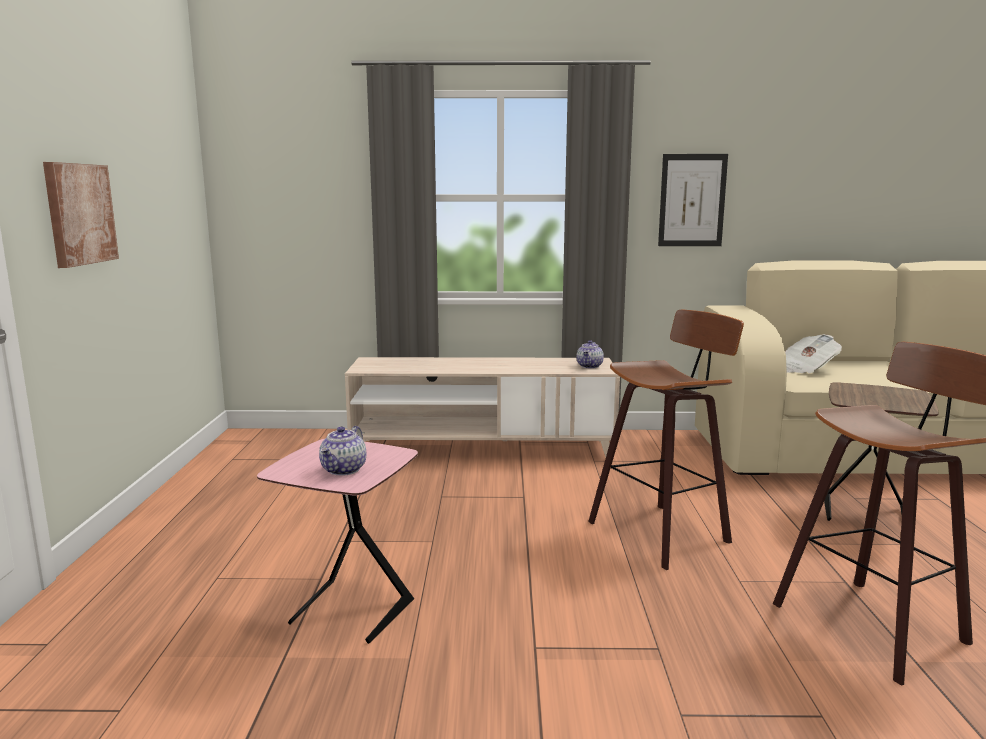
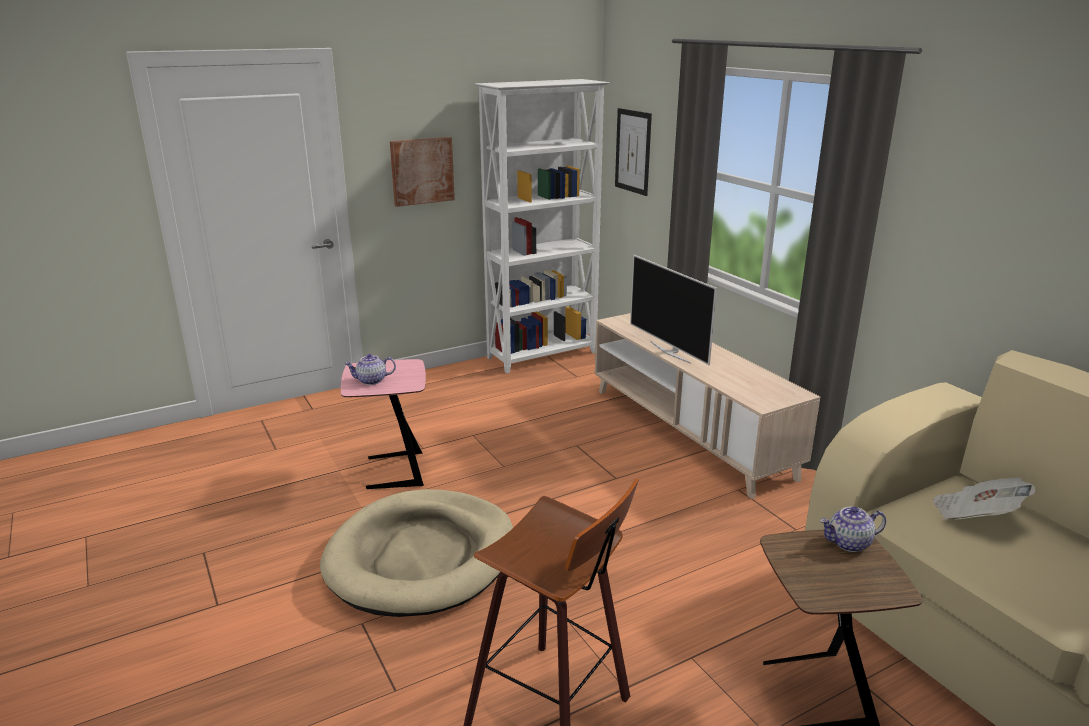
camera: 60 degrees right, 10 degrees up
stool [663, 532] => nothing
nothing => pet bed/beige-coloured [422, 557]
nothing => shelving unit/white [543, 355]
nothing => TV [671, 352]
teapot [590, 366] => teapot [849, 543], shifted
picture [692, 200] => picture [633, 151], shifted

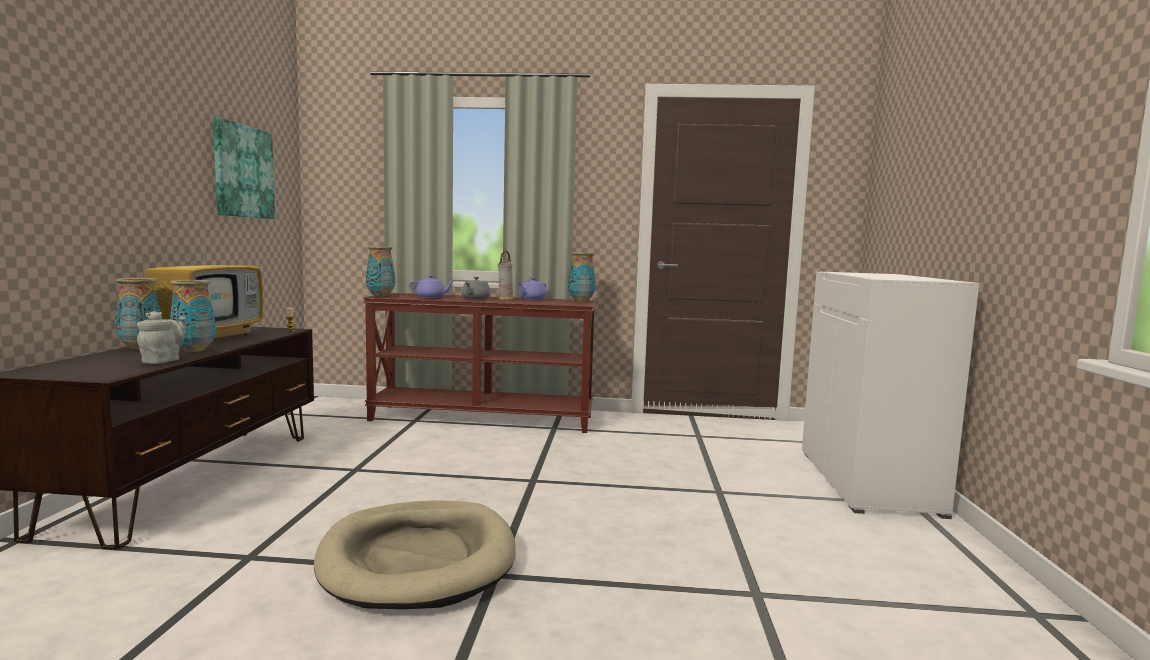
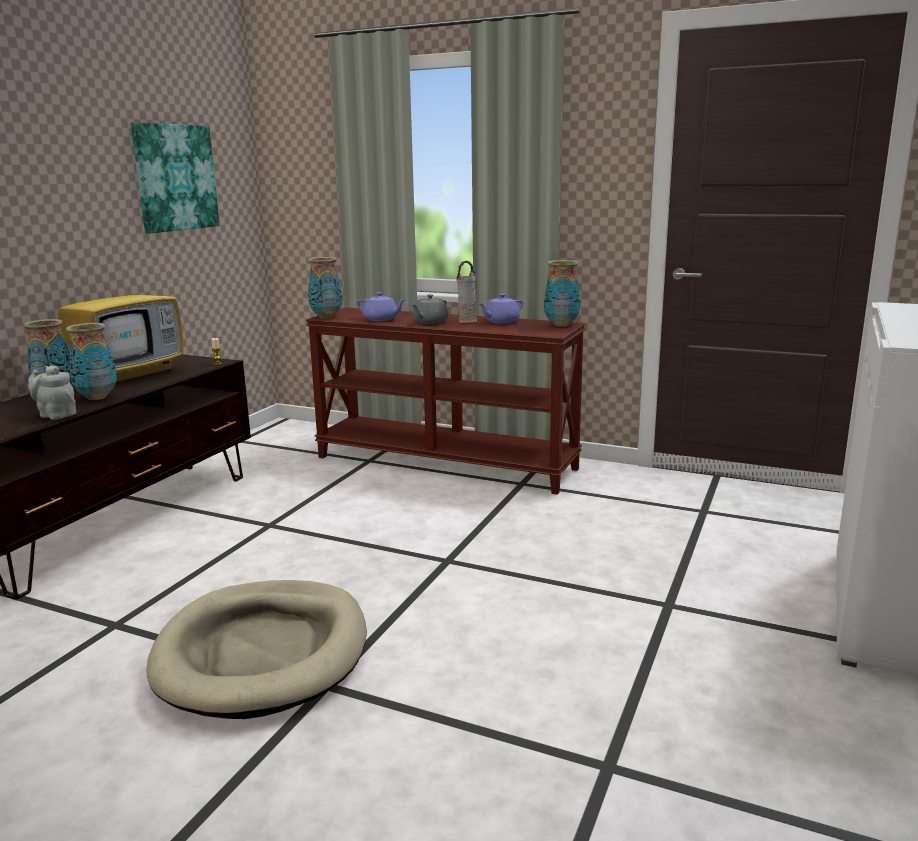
camera: 20 degrees right, 10 degrees up
teapot/greyish [163, 361] => teapot/greyish [56, 414], 90 degrees counterclockwise

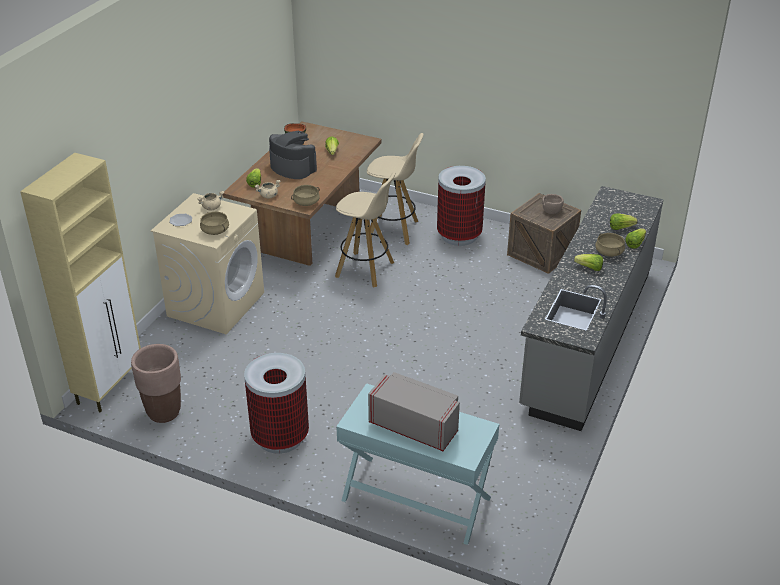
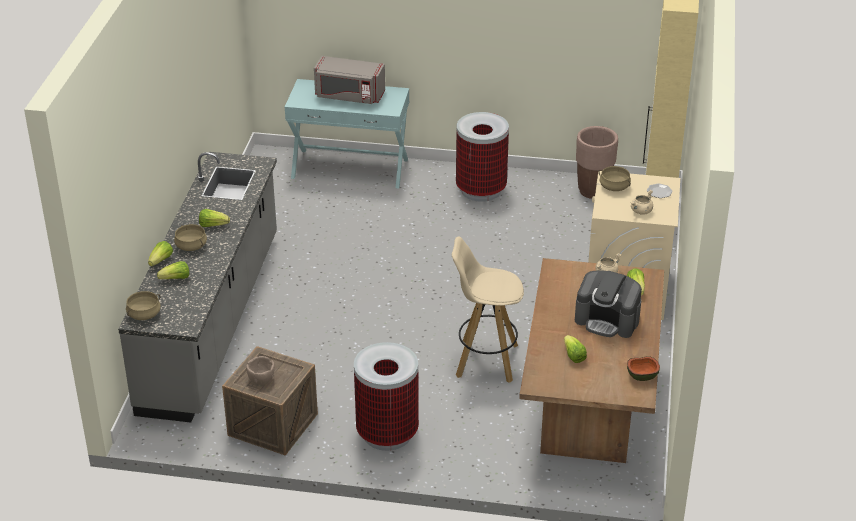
camera: 165 degrees right, 0 degrees up
stool/beige-coloured [394, 230] => nothing
stockpot/beige-coloured [306, 202] => stockpot/beige-coloured [144, 314], shifted

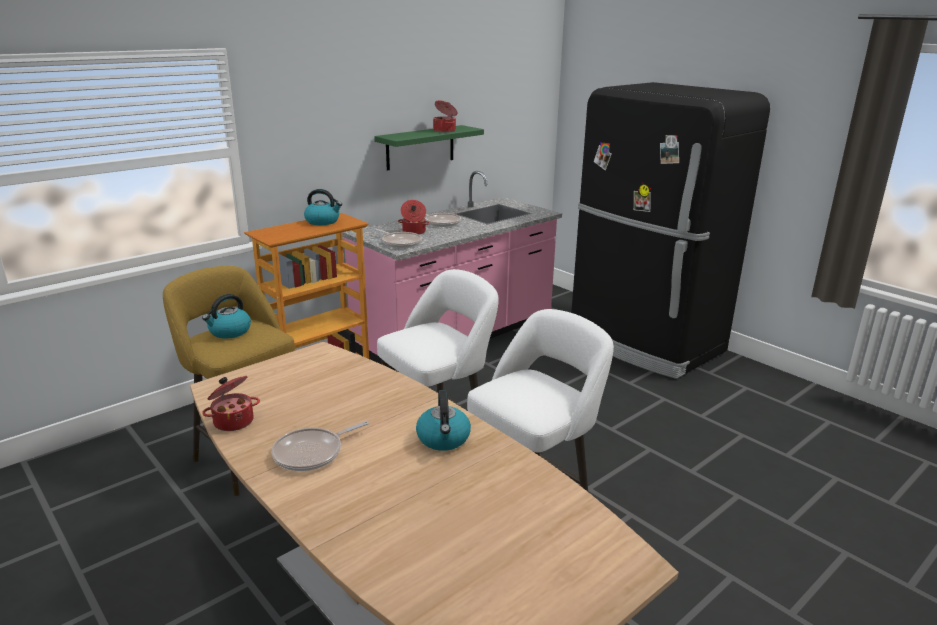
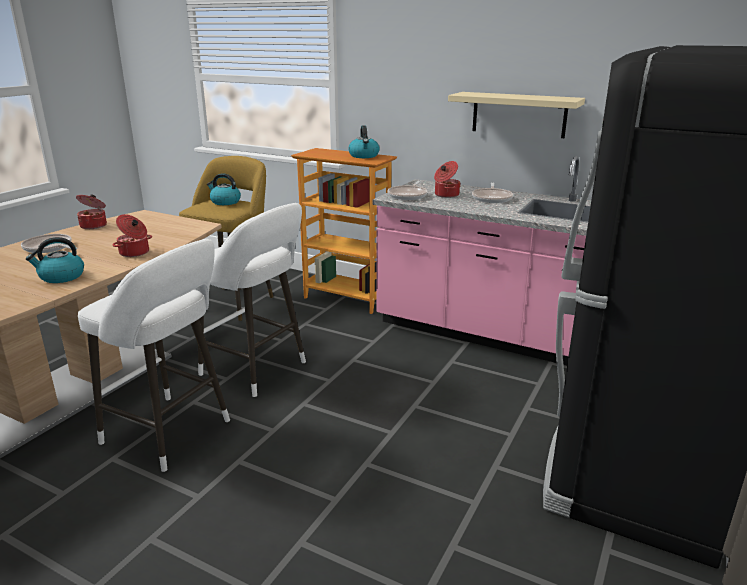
camera: 70 degrees right, 0 degrees up
stockpot [445, 131] => stockpot [135, 253], shifted
wall shelf/greenish [420, 147] => wall shelf/beige-coloured [519, 114]

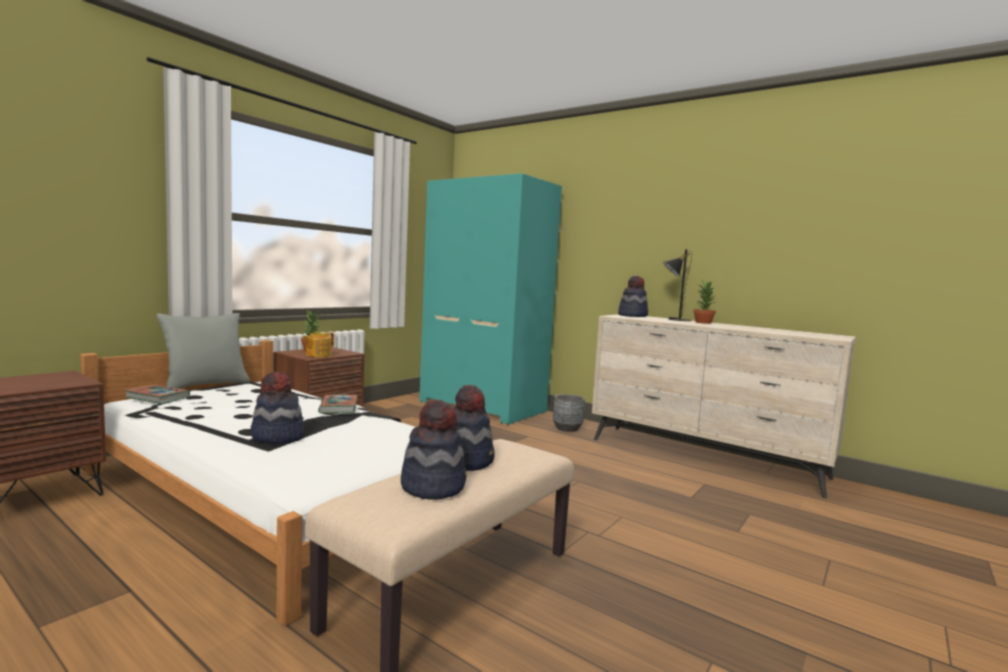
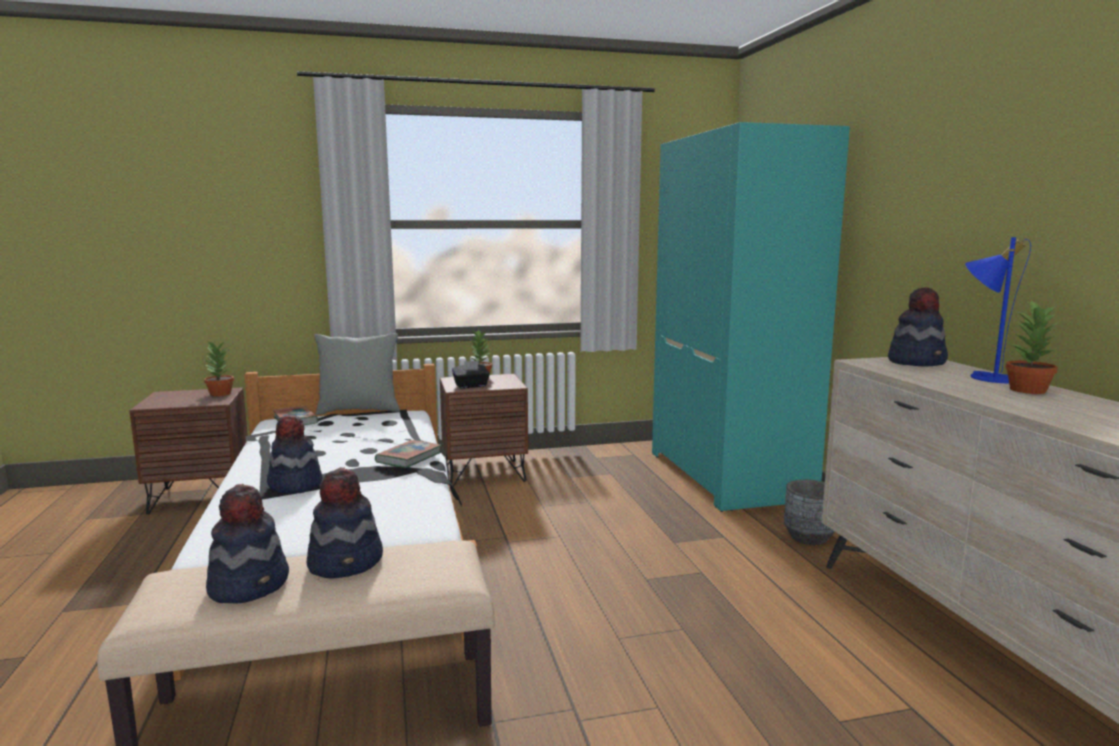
camera: 40 degrees right, 5 degrees up
nothing => plant in a pot [219, 394]
teapot [317, 355] => box of tissues/black-coloured [471, 386]
lamp for a table/black-coloured [674, 319] => lamp for a table/bluish [986, 376]

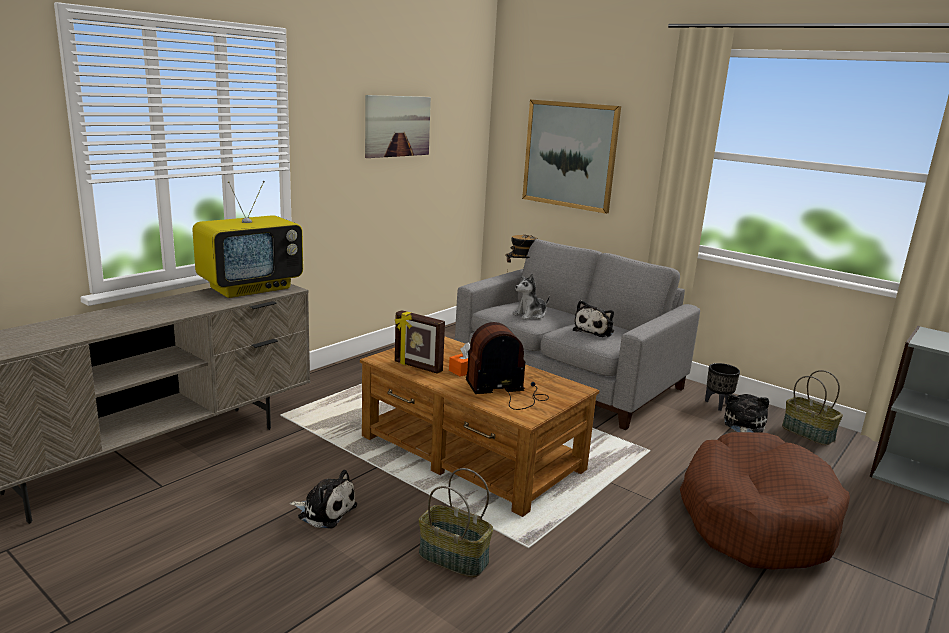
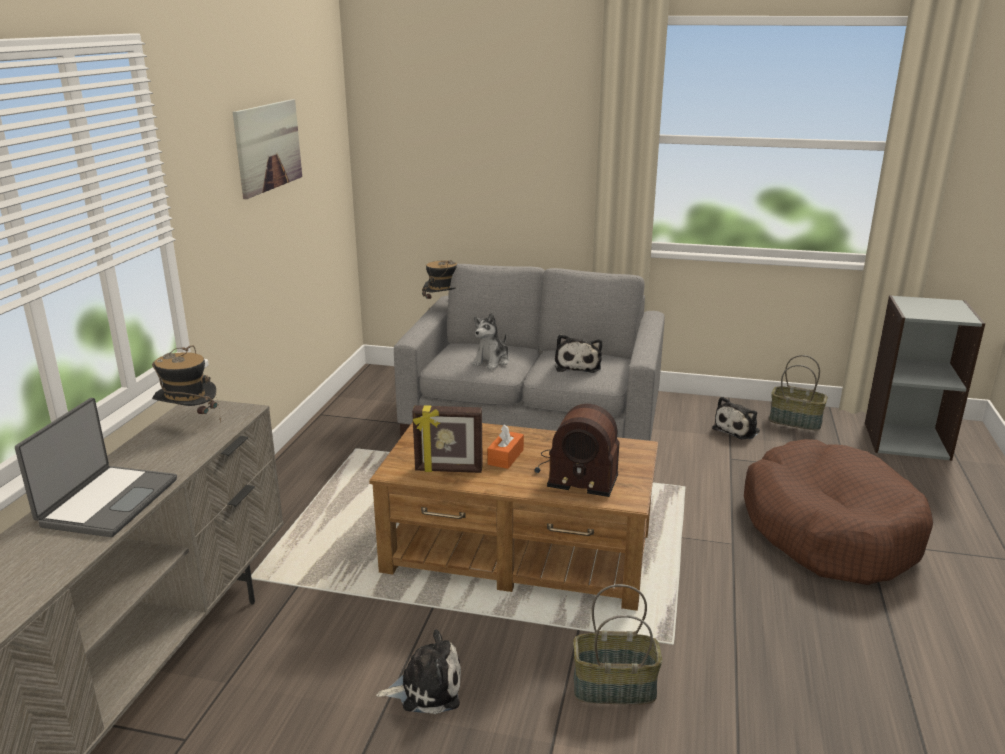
camera: 25 degrees left, 5 degrees up
picture [570, 155] => nothing
flower pot/black-coloured [718, 405] => nothing
nothing => laptop [107, 502]
TV [251, 288] => hat [189, 423]
radio set [507, 391] => radio set [575, 473], 120 degrees counterclockwise
plush toy [743, 425] => plush toy [738, 429], 135 degrees counterclockwise

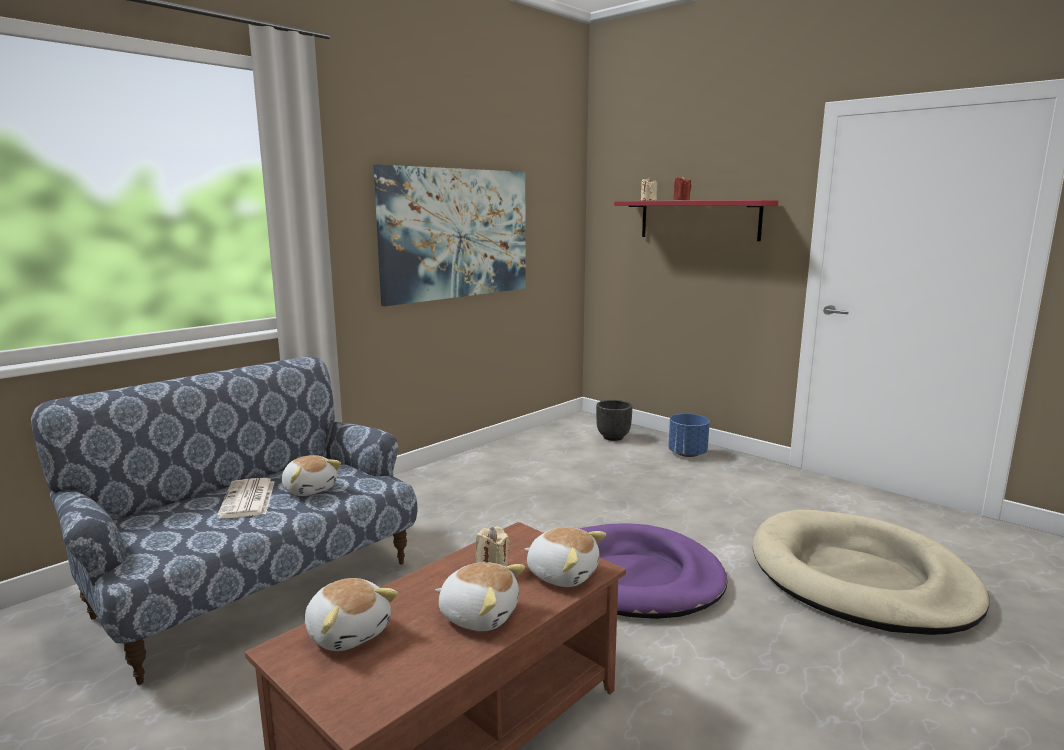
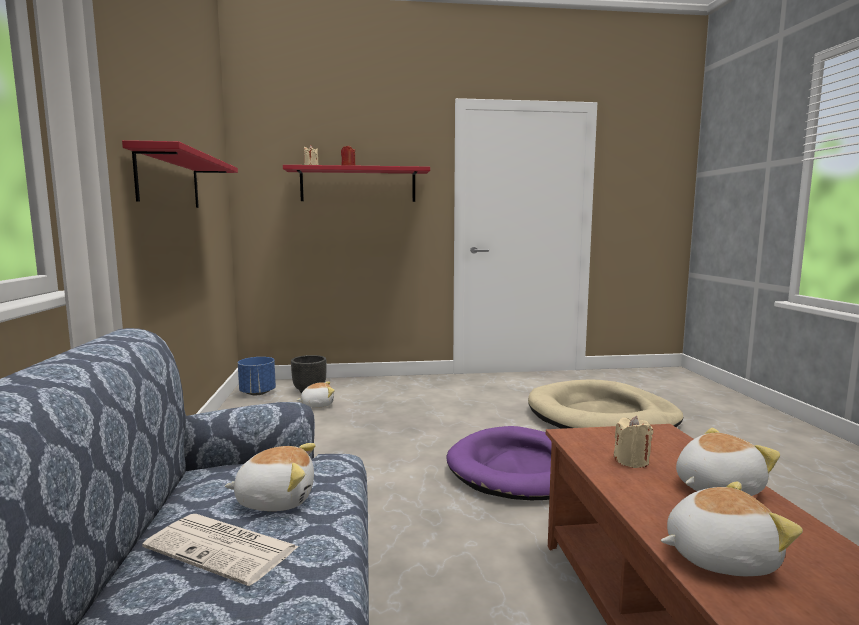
camera: 50 degrees left, 5 degrees down
plush toy [562, 574] => plush toy [317, 405], shifted
flower pot/bluish [687, 454] => flower pot/bluish [257, 393], shifted
picture [456, 233] => wall shelf/red-coloured [169, 180]

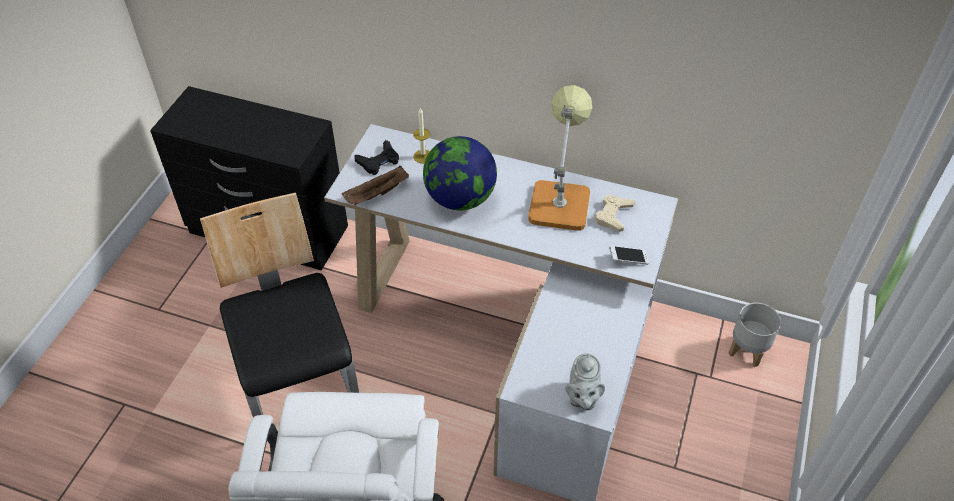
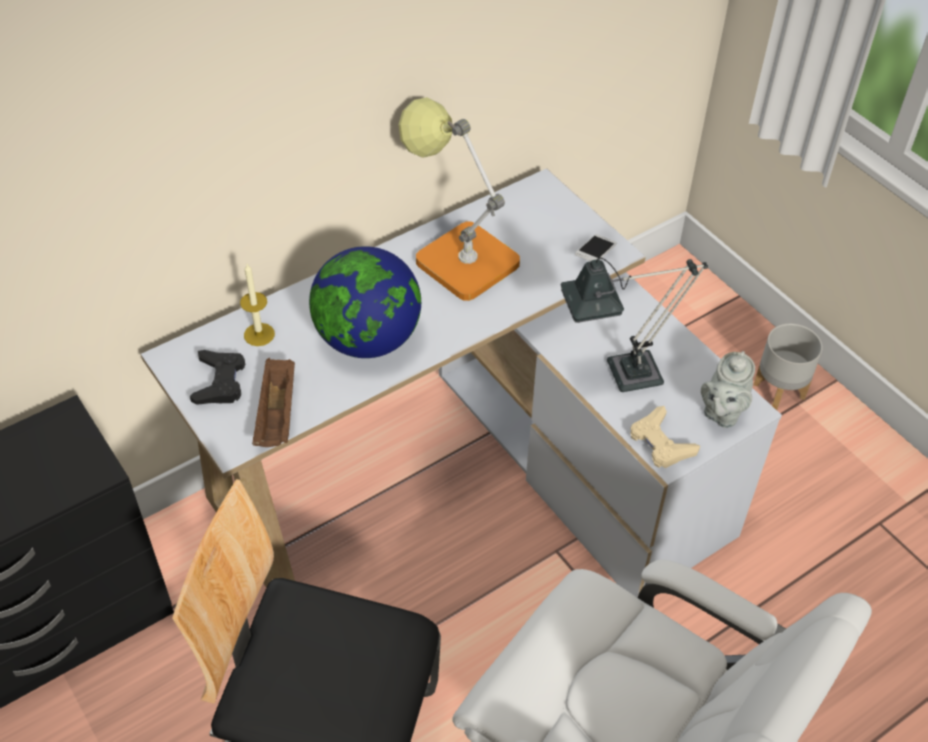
camera: 55 degrees left, 0 degrees up
nothing => lamp for a table [621, 375]
gamepad/beige-coloured [613, 215] => gamepad/beige-coloured [661, 443], shifted
flower pot/greyish [748, 351] => flower pot/greyish [780, 390], shifted
teapot/greyish [582, 398] => teapot/greyish [722, 412], 75 degrees clockwise

